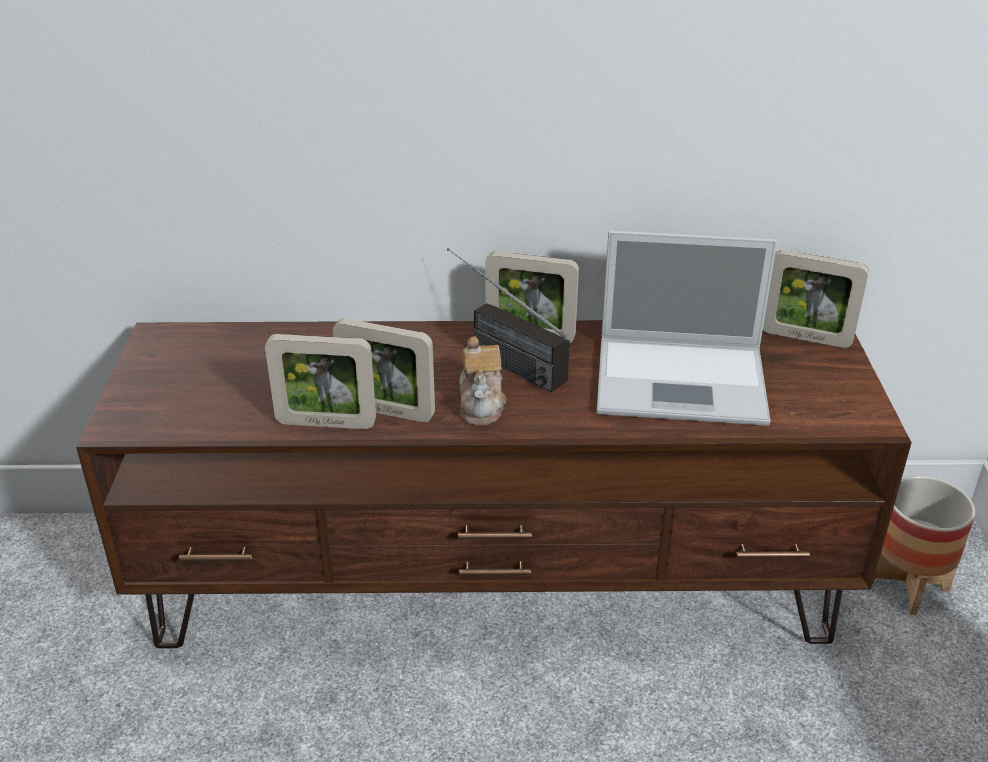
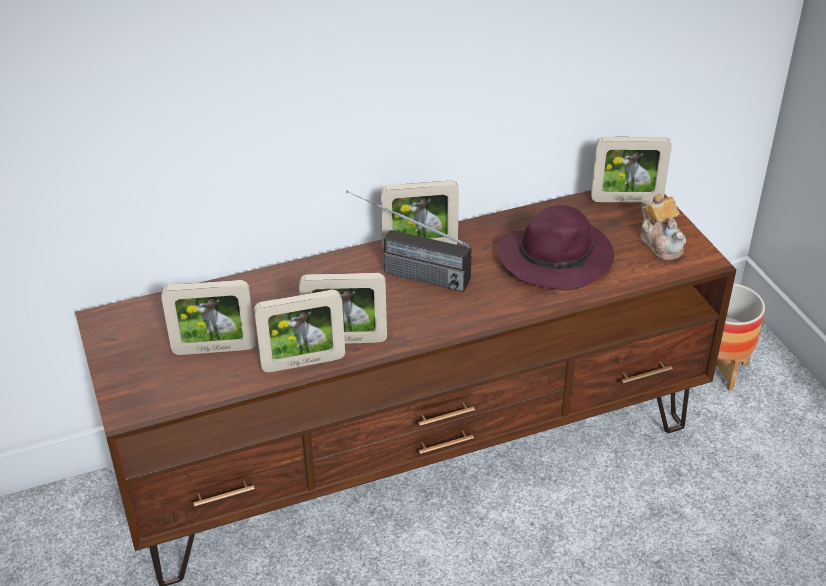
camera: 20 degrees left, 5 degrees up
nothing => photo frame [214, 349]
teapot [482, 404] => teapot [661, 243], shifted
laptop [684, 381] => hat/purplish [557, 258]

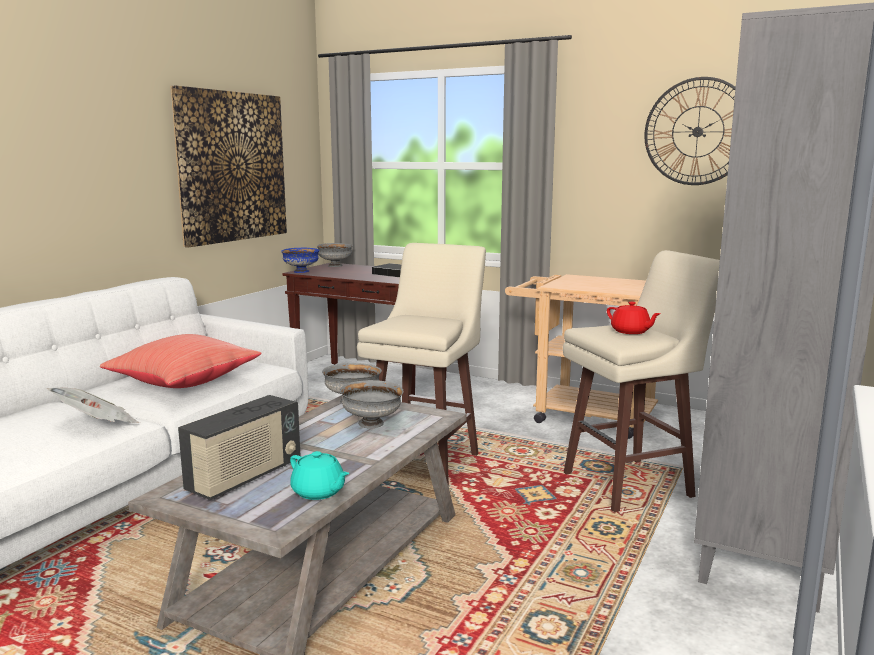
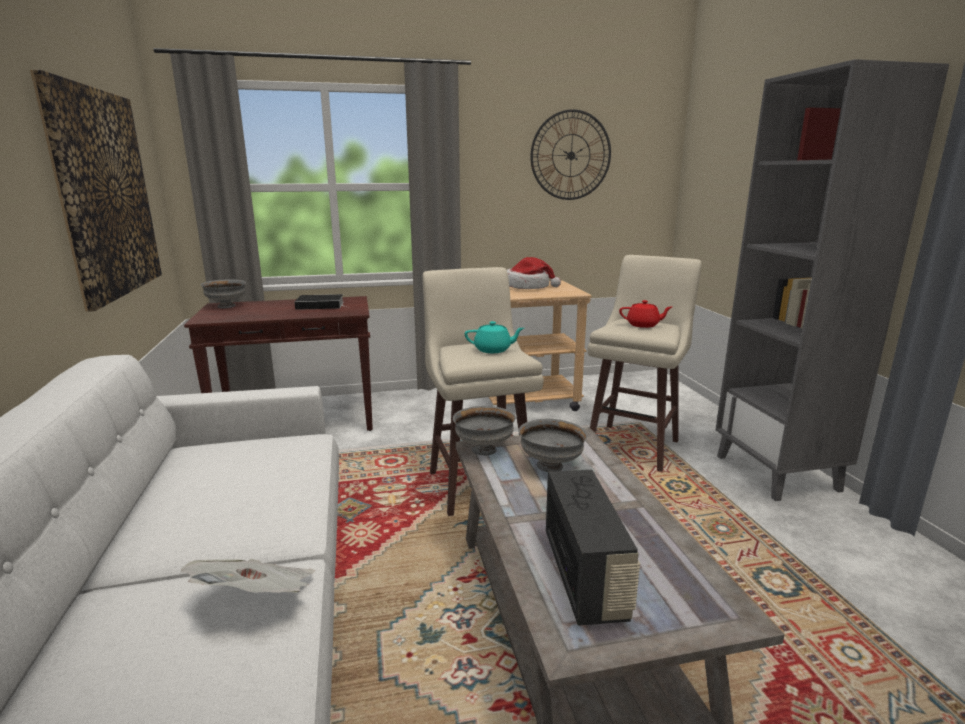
camera: 40 degrees left, 5 degrees up
cushion/red-coloured [183, 382] => nothing
deep dish/bluish [301, 272] => nothing
nothing => hat [528, 287]
teapot/turquoise-coloured [319, 492] => teapot/turquoise-coloured [493, 350], shifted

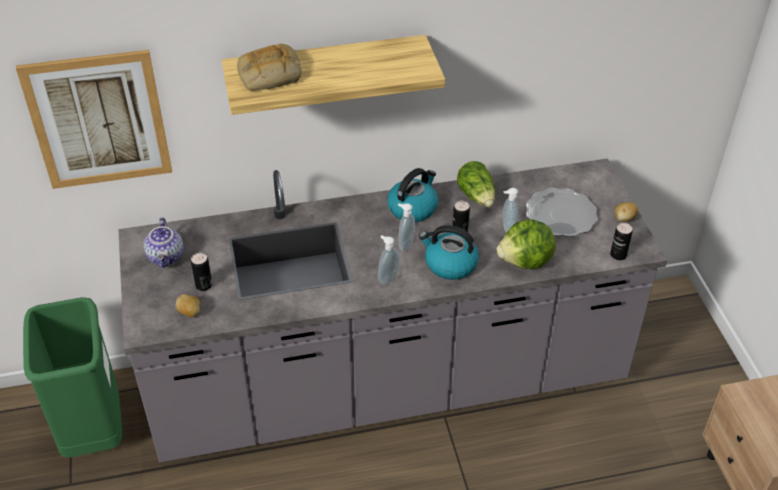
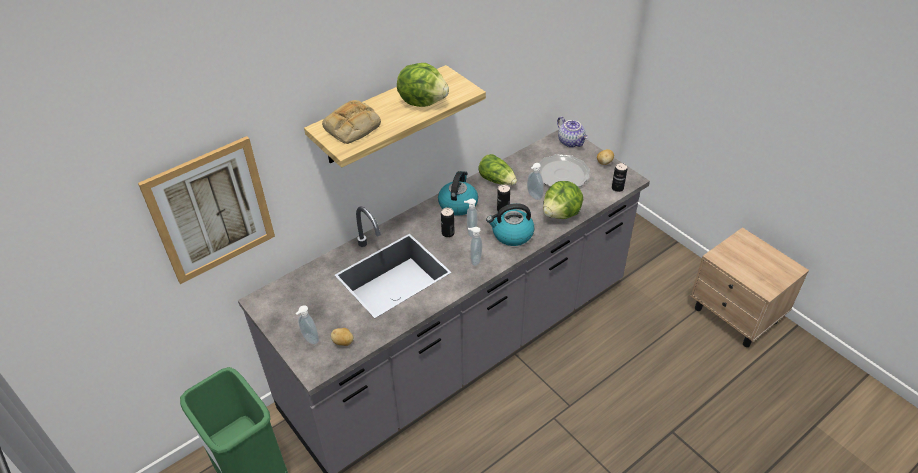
camera: 25 degrees left, 0 degrees up
nothing => liquid soap bottle [309, 340]
nothing => head of lettuce [423, 101]
teapot [167, 257] => teapot [571, 142], shifted
metal can [204, 285] => metal can [448, 233], shifted

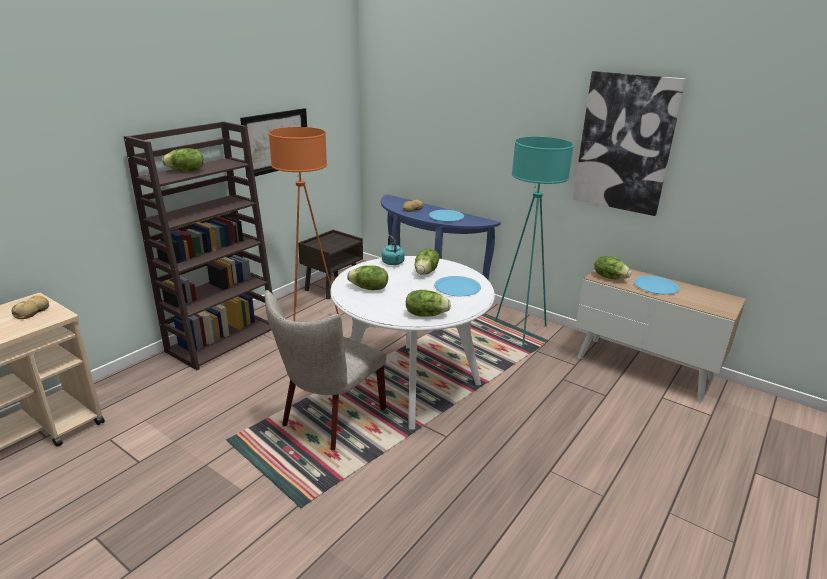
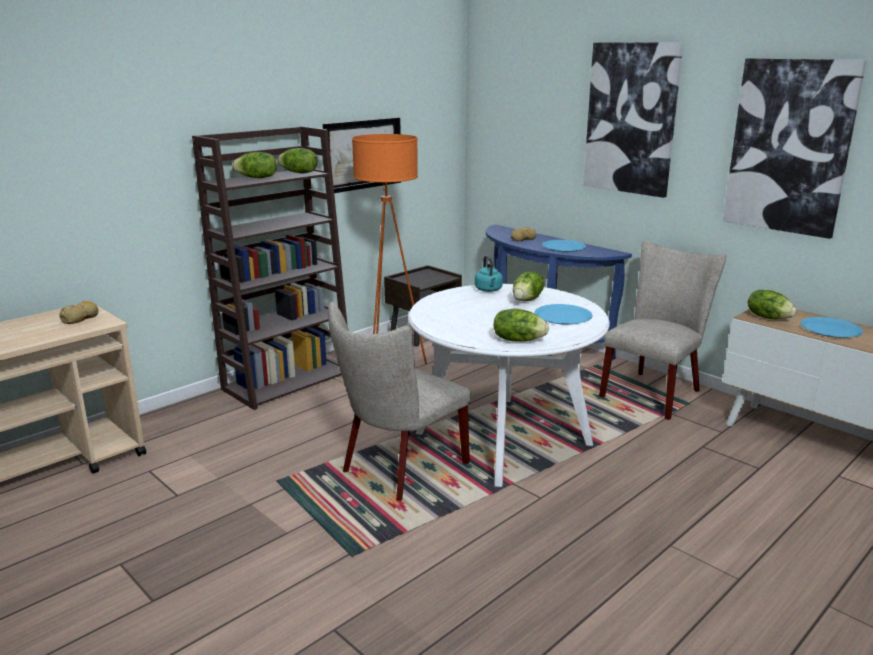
camera: 10 degrees right, 5 degrees down
nothing => picture [631, 119]
head of lettuce [369, 288] => head of lettuce [298, 173], shifted
floor lamp/turquoise-coloured [521, 331] => plain chair/beige-coloured [654, 392]

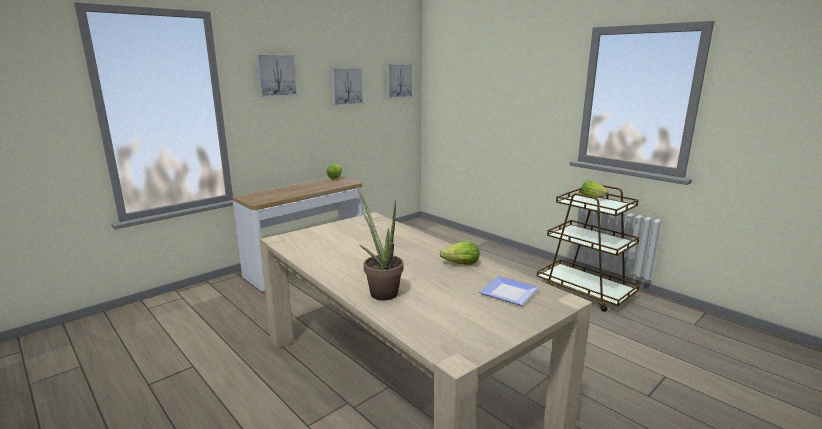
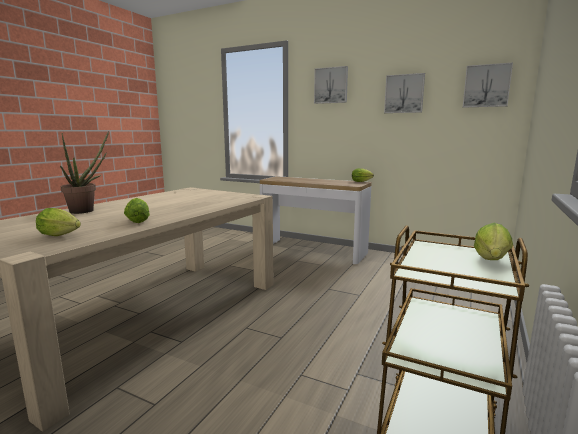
camera: 70 degrees right, 5 degrees down
flat dish [506, 293] => head of lettuce [62, 235]

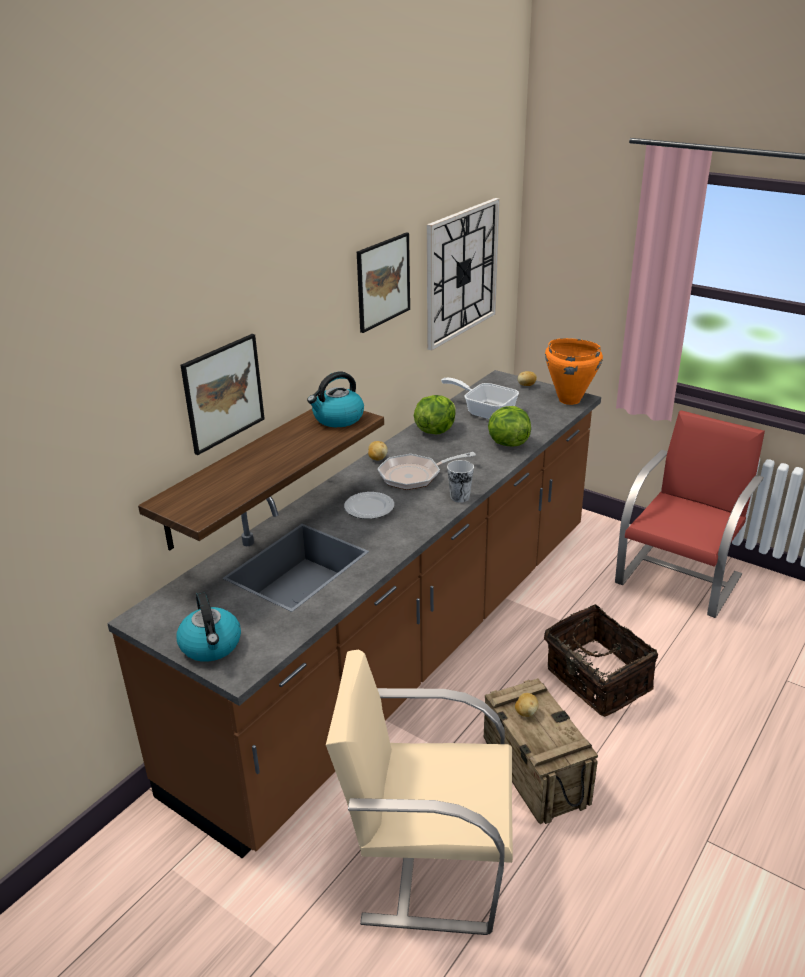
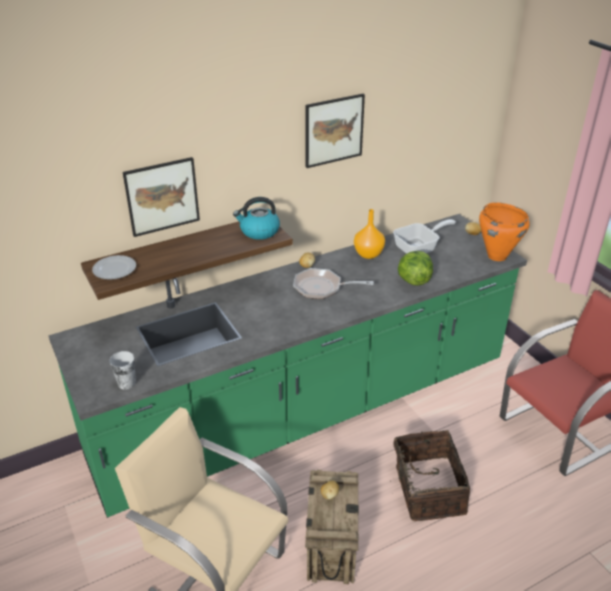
camera: 25 degrees right, 5 degrees up
water kettle [211, 646] => nothing
wall clock [461, 272] => nothing
flat dish [368, 508] => flat dish [114, 269], shifted
drinking cup [460, 497] => drinking cup [126, 383], shifted
head of lettuce [435, 430] => vase/orangey [367, 254]
kitchen counter/brownish [406, 646] => kitchen counter/greenish [305, 411]
skillet [485, 411] => skillet [419, 248], 90 degrees clockwise

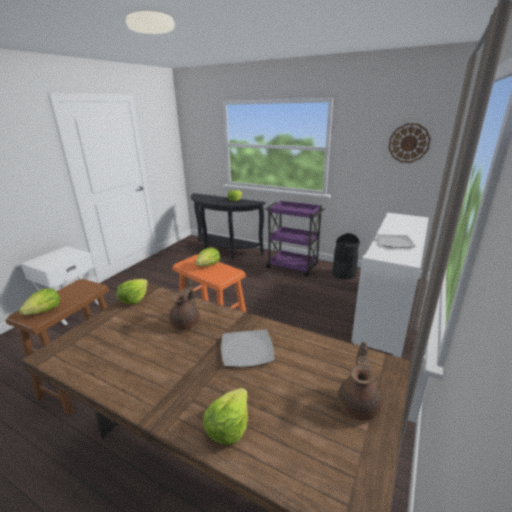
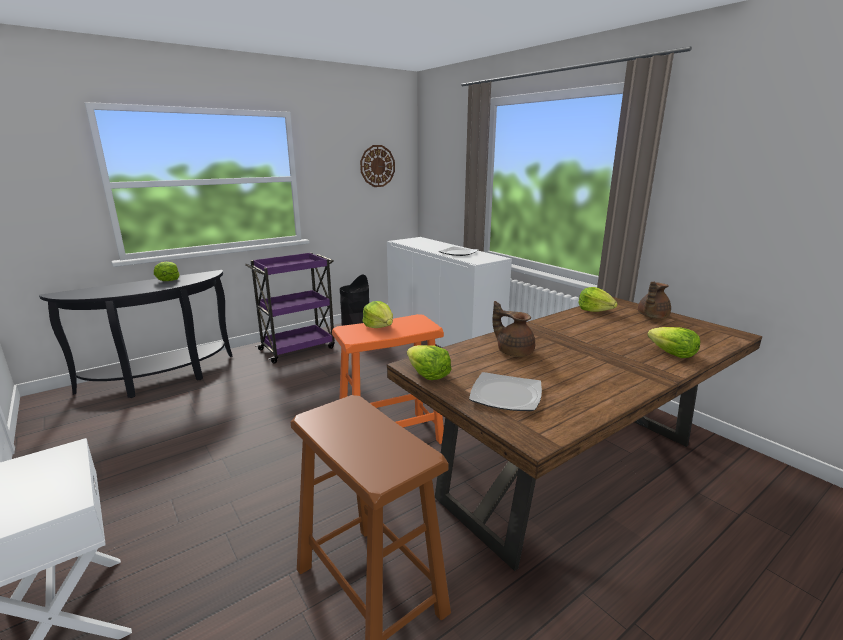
camera: 65 degrees left, 5 degrees down
head of lettuce [44, 311] => head of lettuce [595, 310], shifted
flat dish [246, 349] => flat dish [505, 395], shifted
teapot/brownish [358, 404] => teapot/brownish [651, 316], 90 degrees counterclockwise

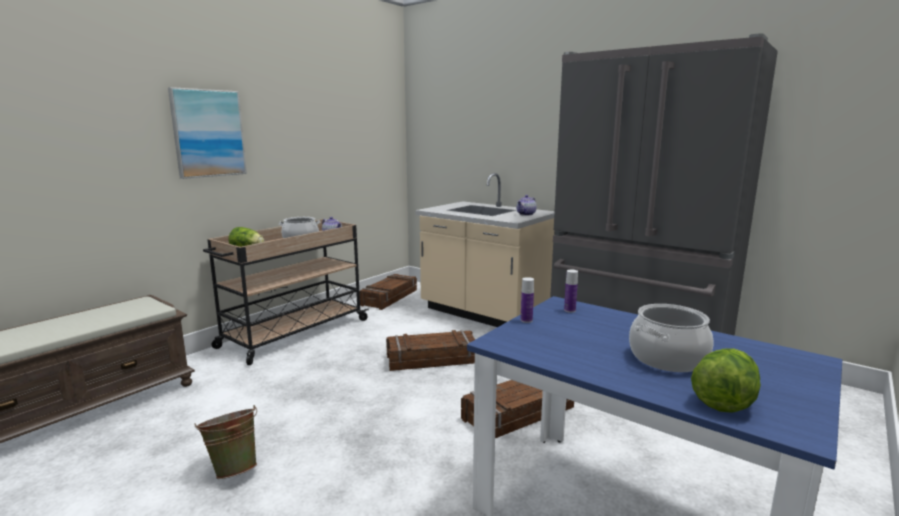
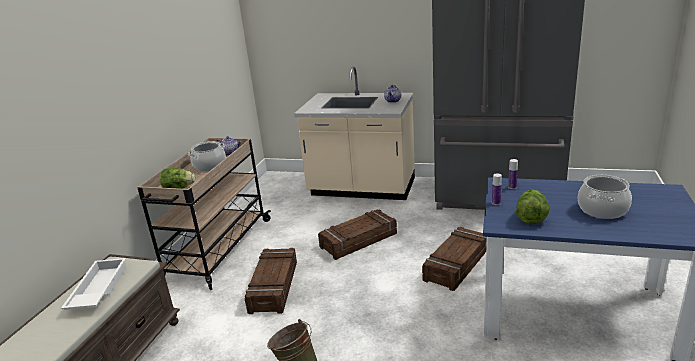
camera: 20 degrees left, 10 degrees up
picture [208, 133] => nothing
nothing => tray/white [97, 289]
crate [389, 298] => crate [274, 286], shifted
head of lettuce [724, 400] => head of lettuce [531, 218], shifted

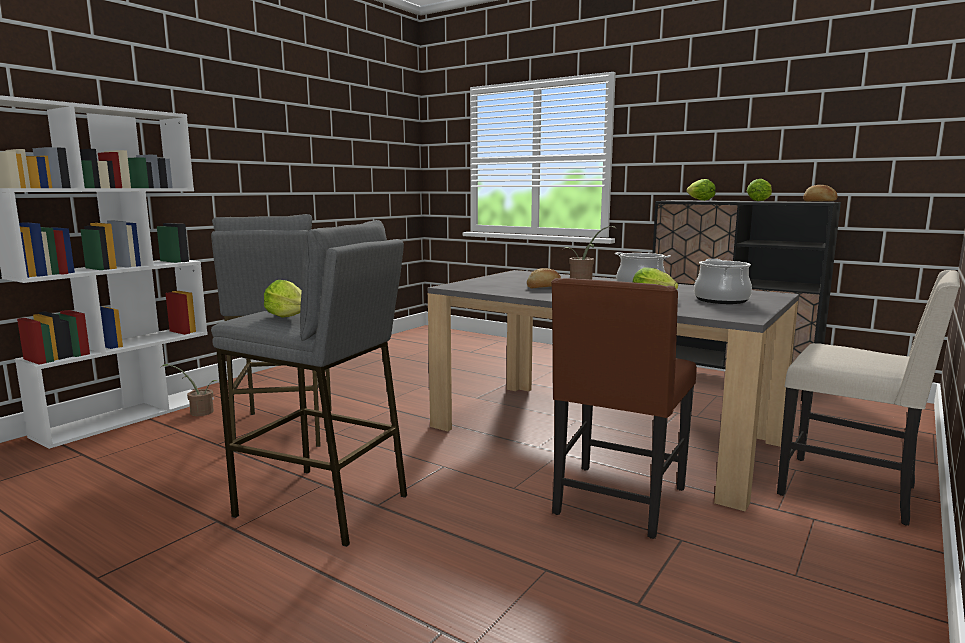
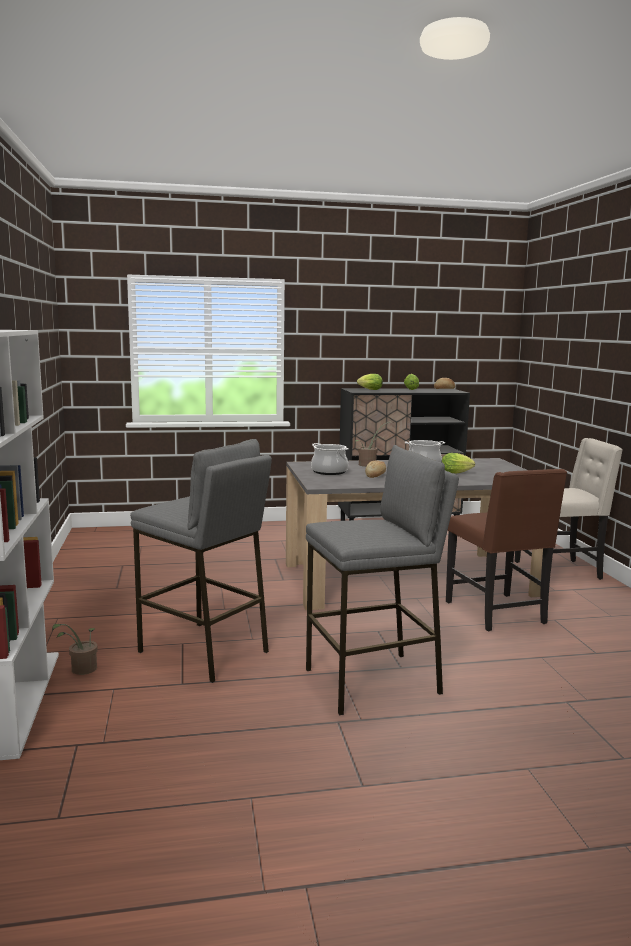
camera: 45 degrees left, 0 degrees up
head of lettuce [289, 317] => nothing
stockpot [721, 300] => stockpot [329, 472], shifted

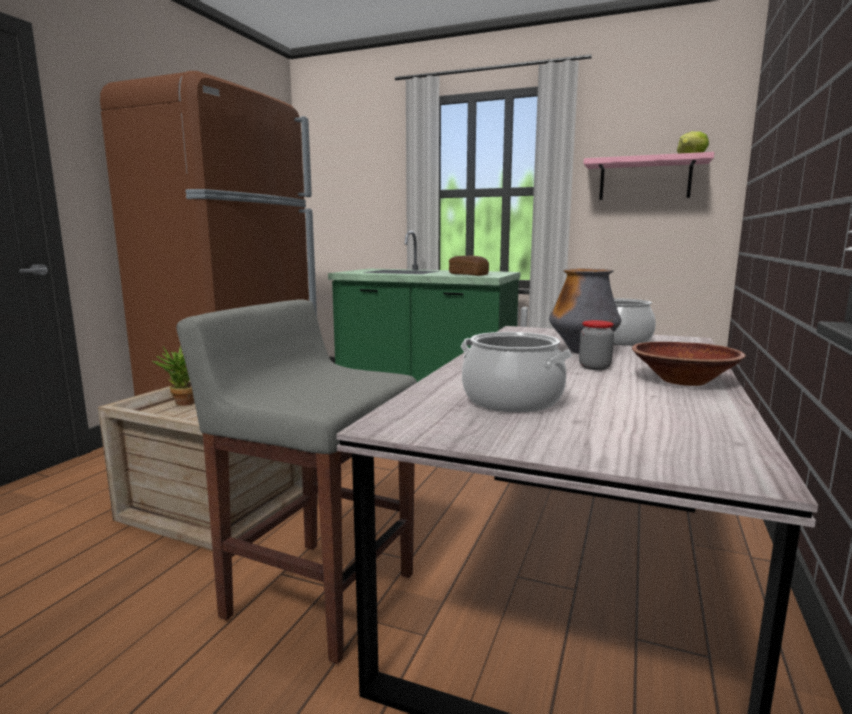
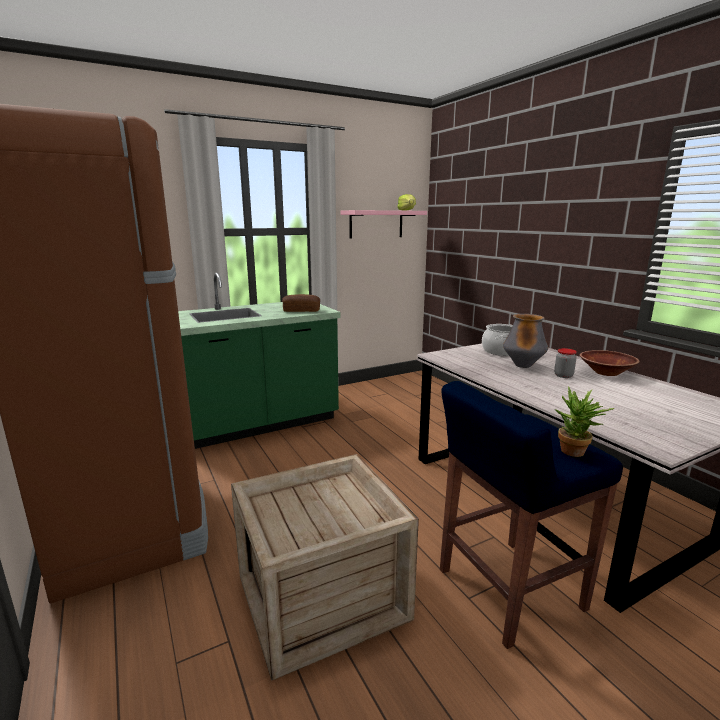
camera: 50 degrees left, 5 degrees up
stockpot [511, 400] => nothing
plant in a pot [182, 404] => plant in a pot [575, 454], shifted
stool/greyish [318, 594] => stool/bluish [507, 590]

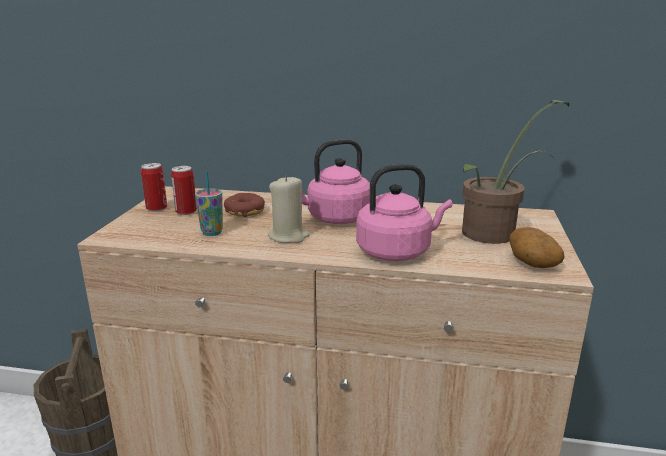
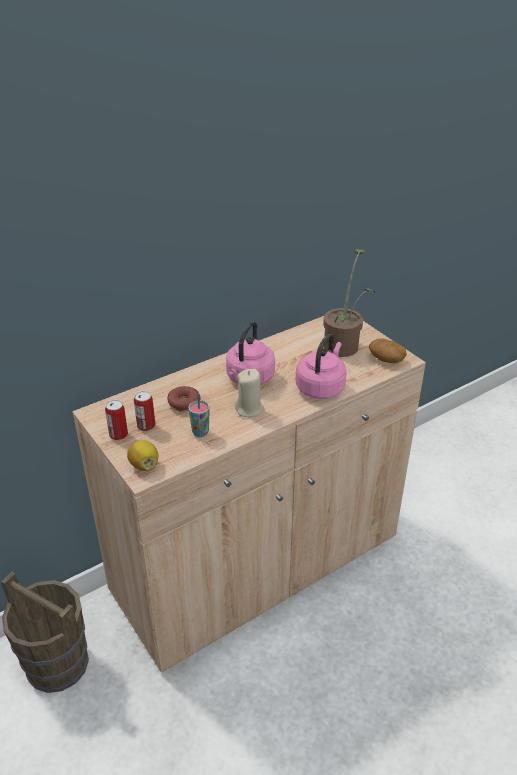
camera: 45 degrees left, 15 degrees up
nothing => lemon [144, 465]

